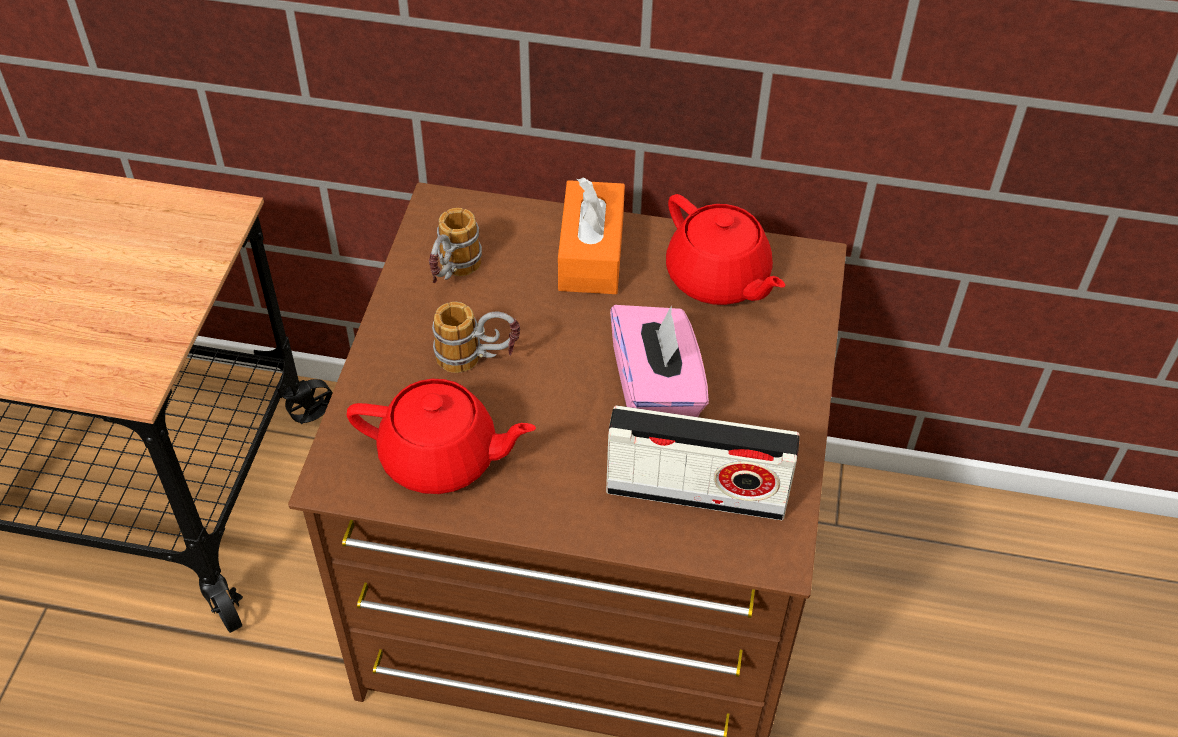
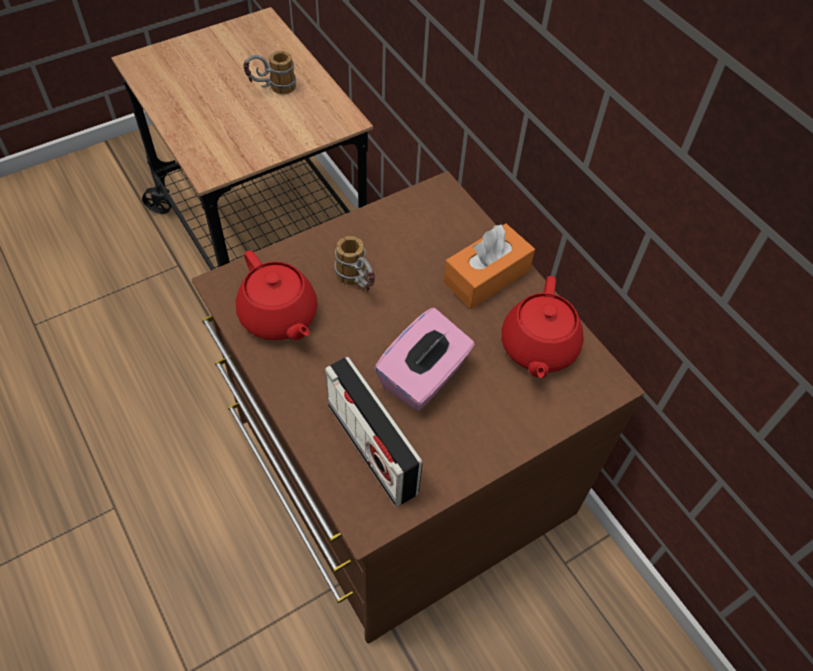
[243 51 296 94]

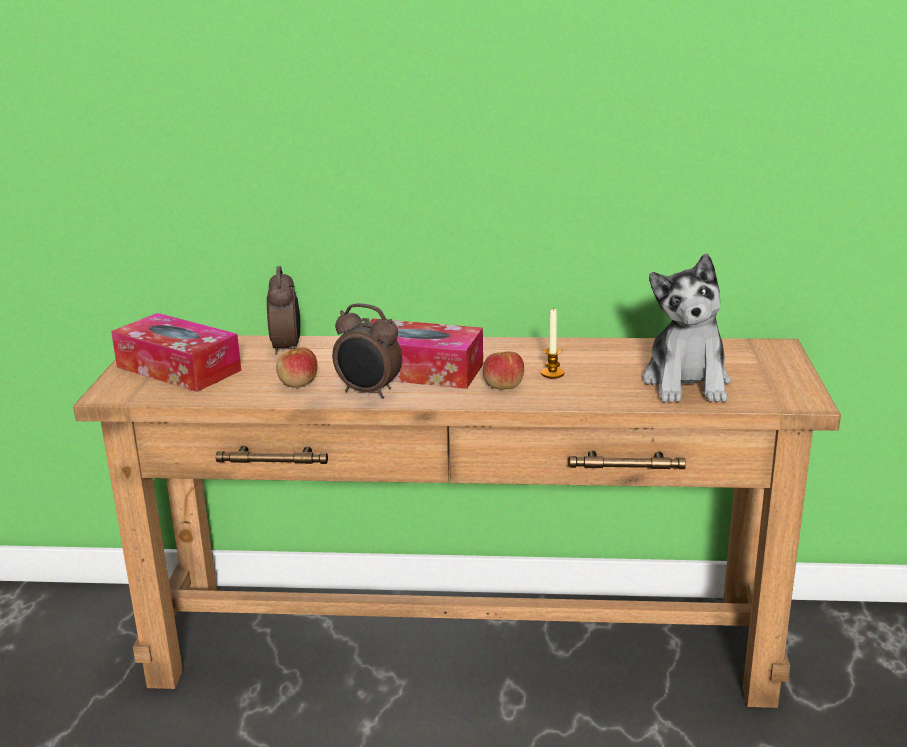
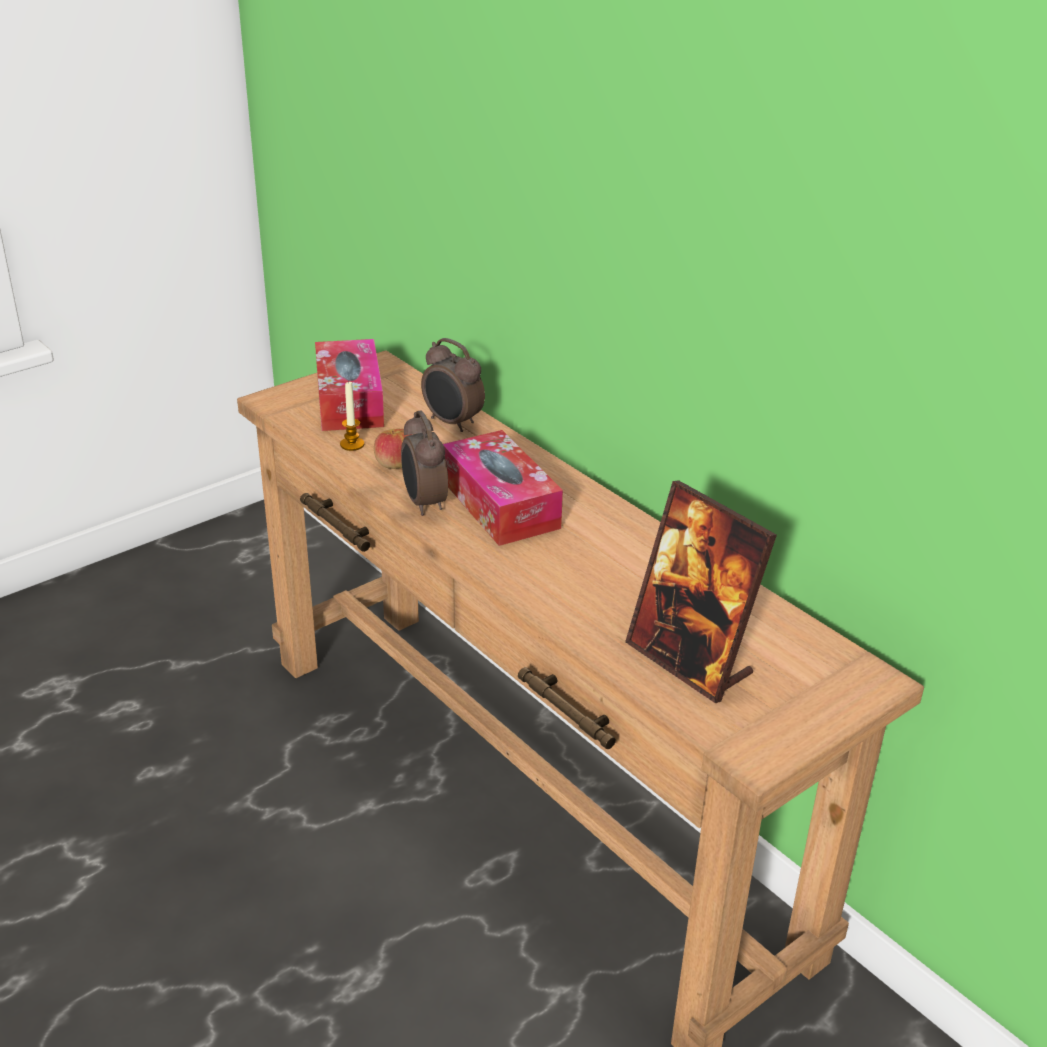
[340 380 364 451]
[421 338 485 432]
[625 480 777 703]
[483 351 524 389] (first image)

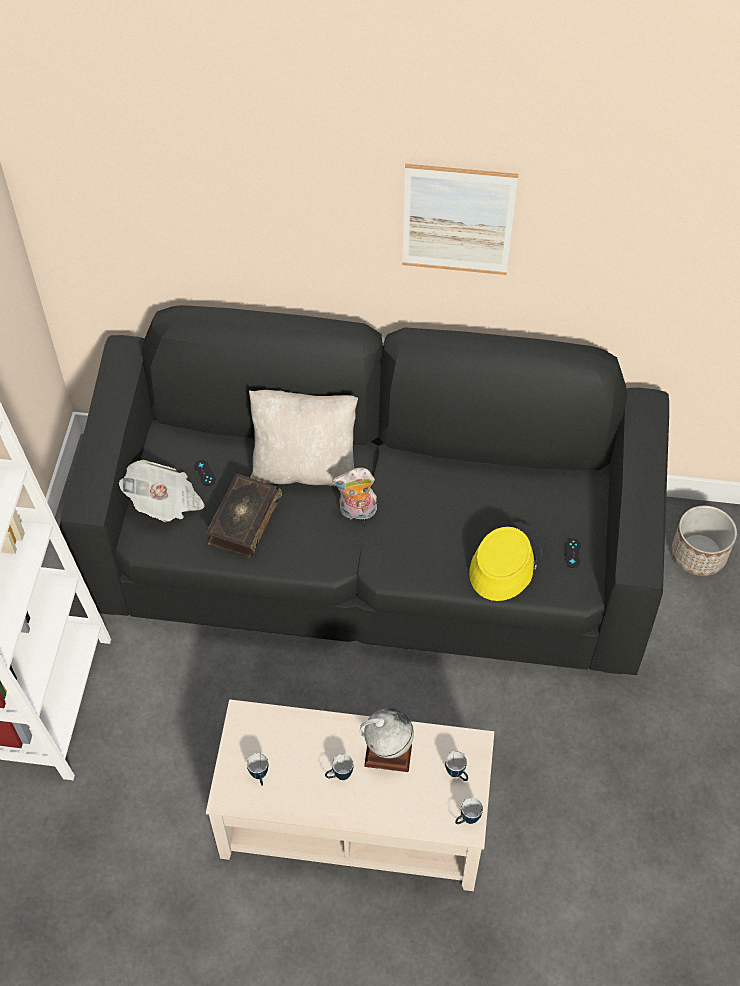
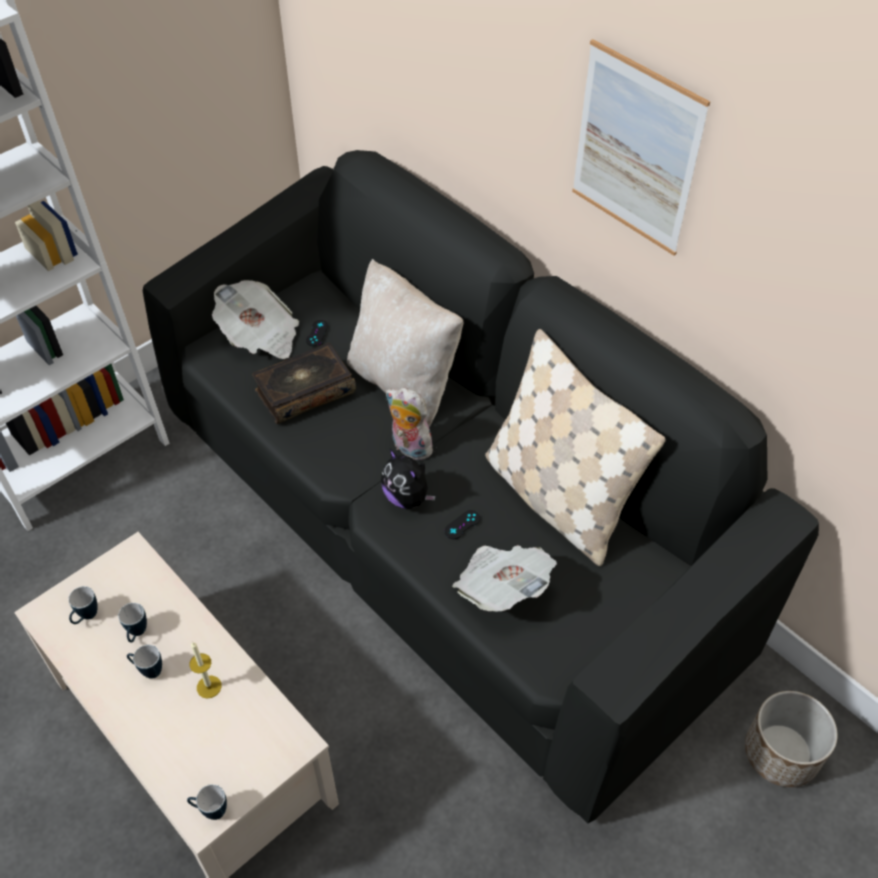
[118 603 147 643]
[190 642 222 698]
[381 449 436 509]
[444 510 480 539]
[452 545 557 612]
[485 329 666 566]

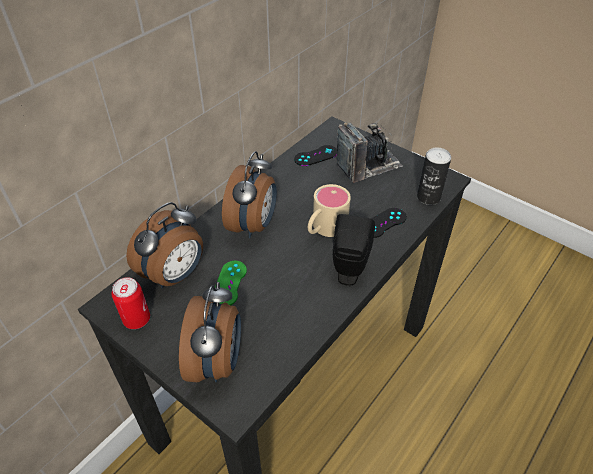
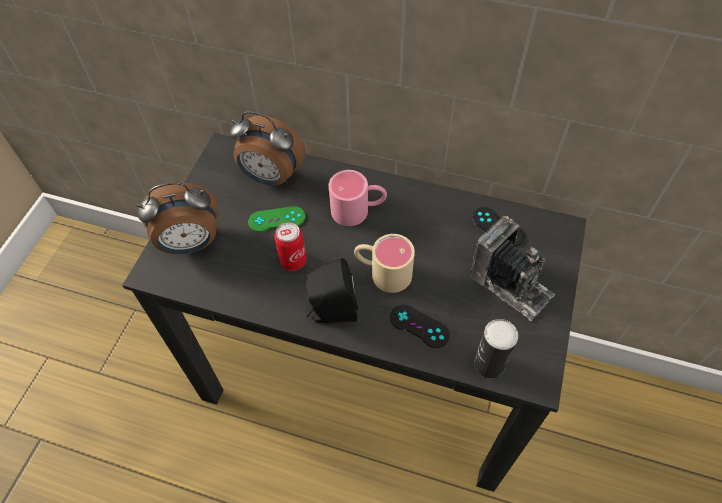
[274 222 306 271]
[329 170 387 226]

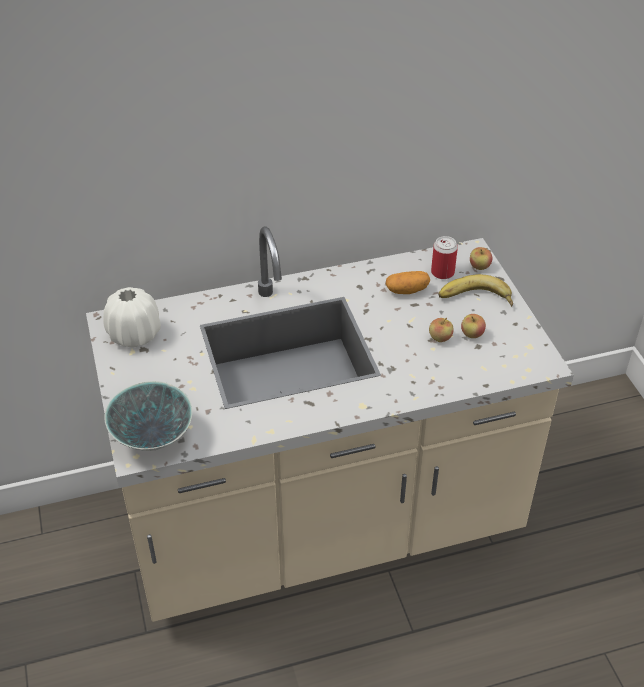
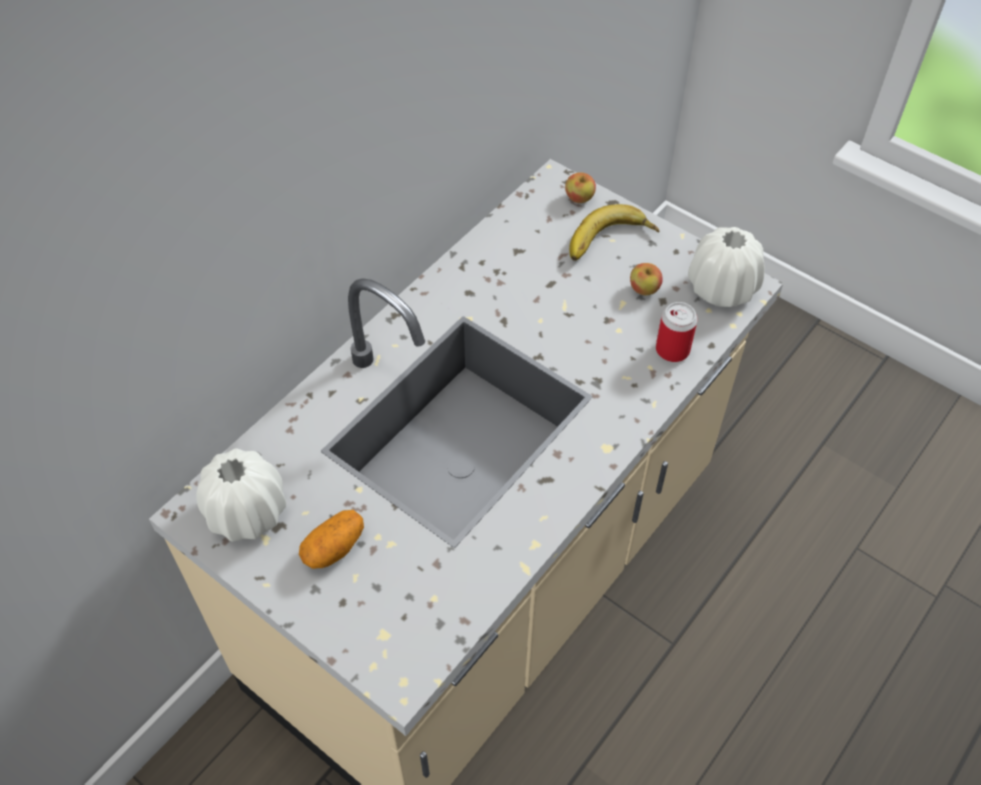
[299 510 364 569]
[656 302 698 362]
[688 227 765 307]
[104 381 192 451] (first image)
[429 317 454 342] (first image)

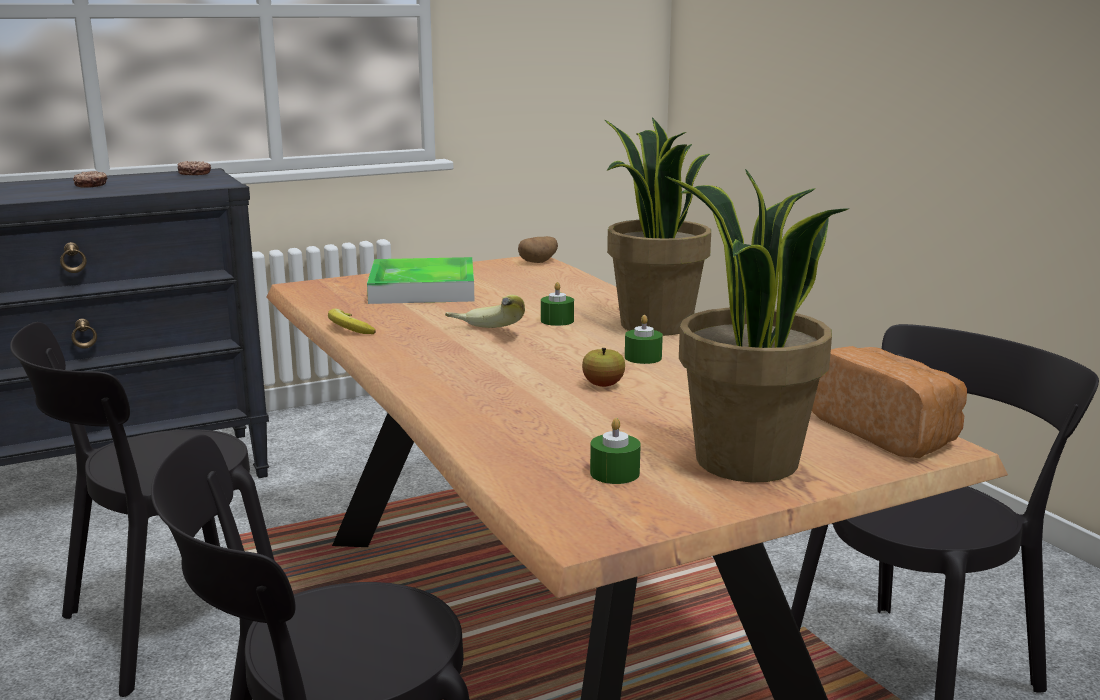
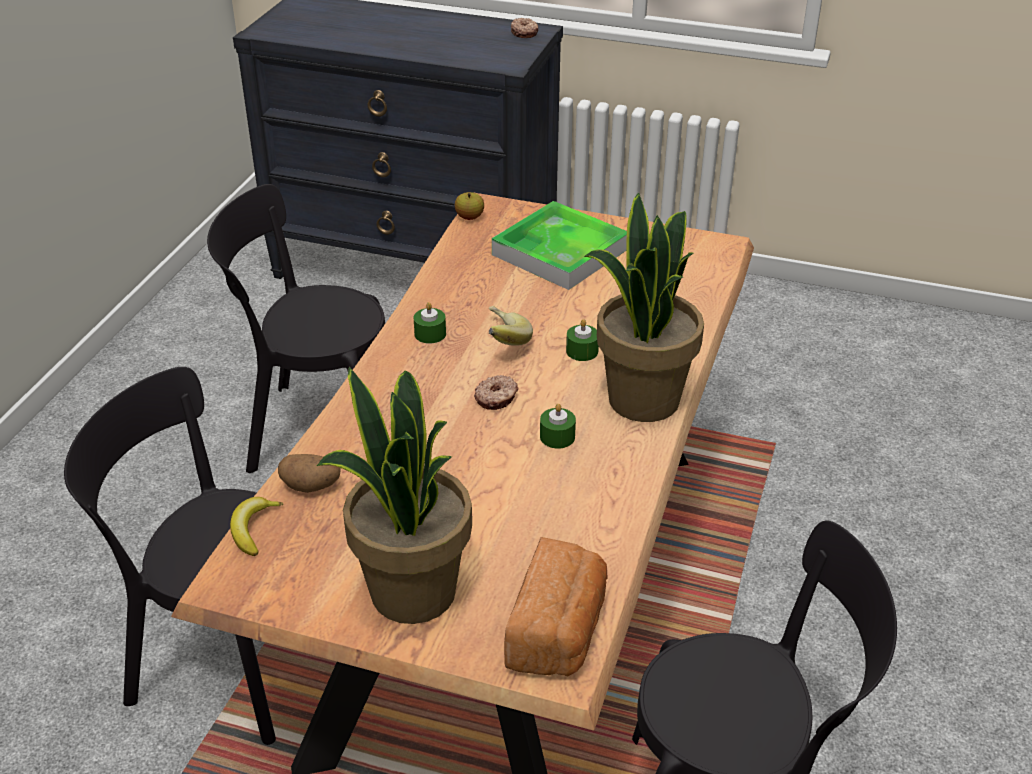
[230 497 283 556]
[278 454 341 493]
[414 302 446 344]
[455 192 484 220]
[474 375 518 410]

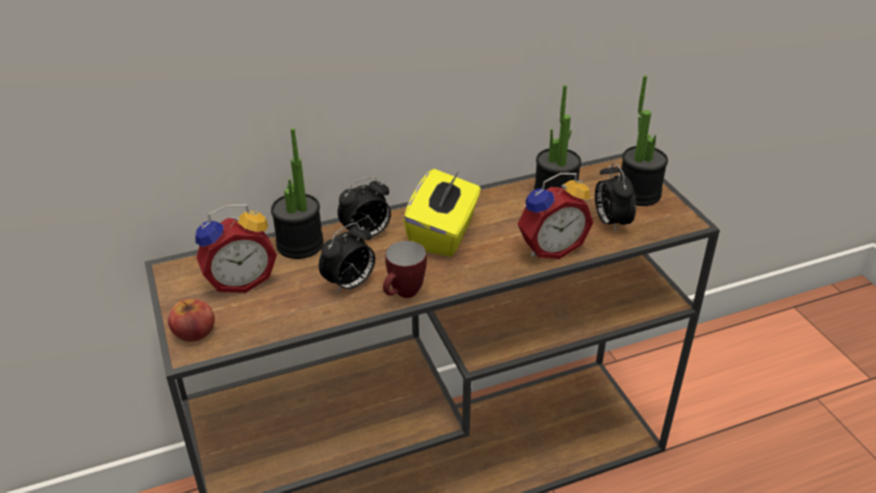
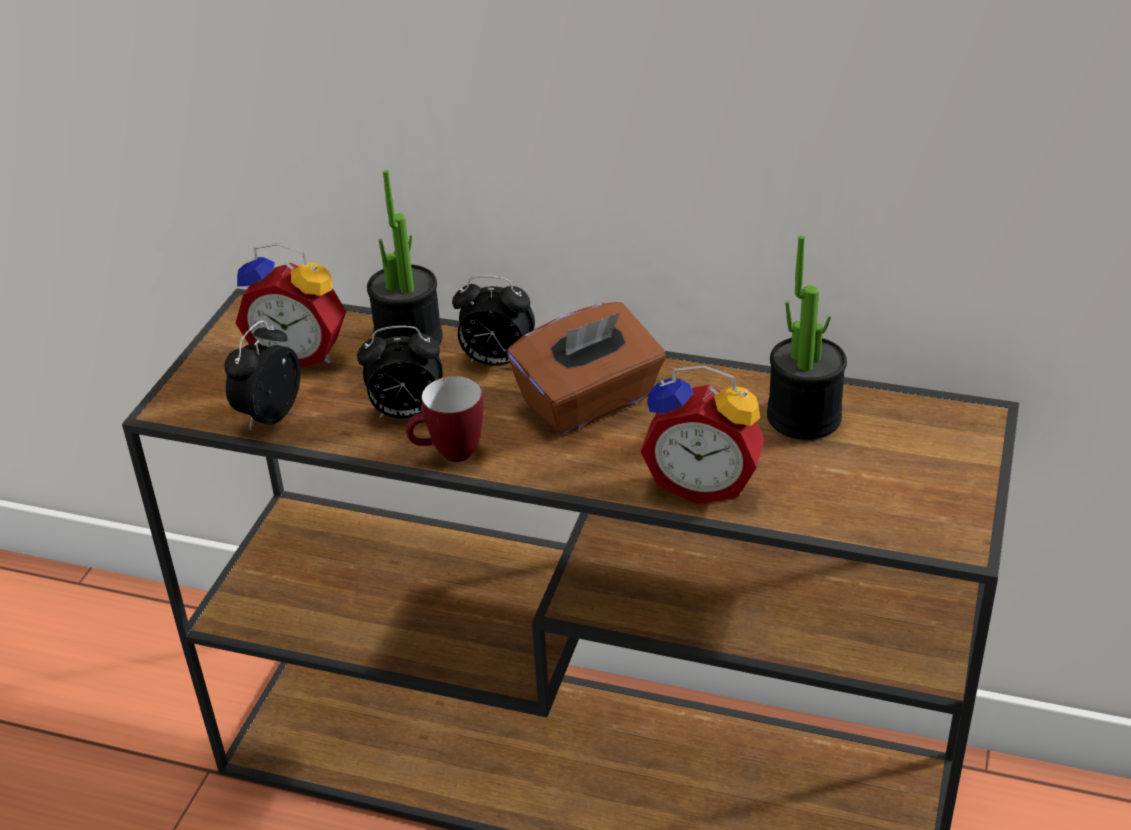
[224 320 301 431]
[507 302 666 434]
[168 299 215 342] (first image)
[620 75 668 206] (first image)

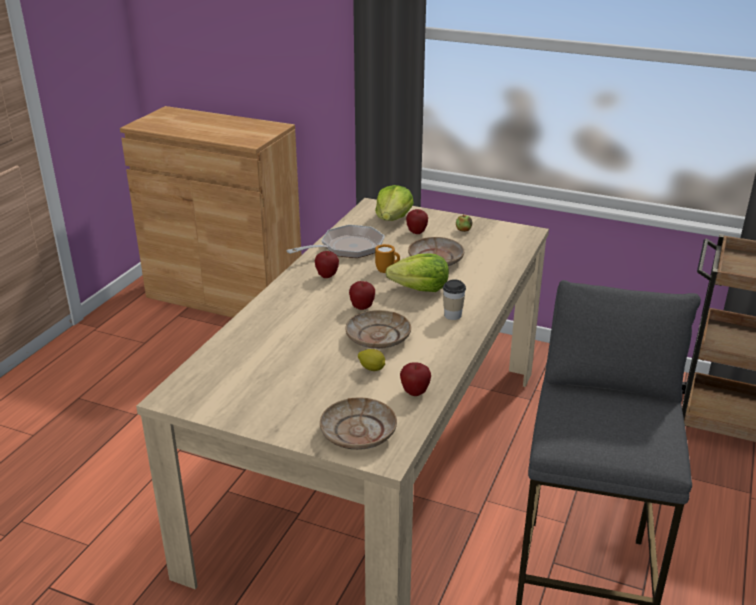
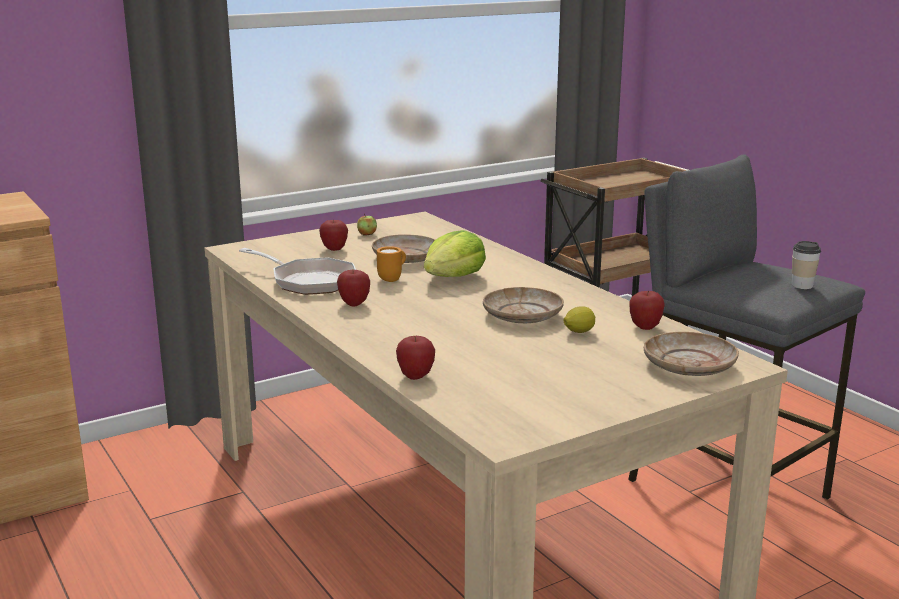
[239 248 356 295]
[396 336 435 380]
[792 241 821 289]
[375 185 414 221] (first image)

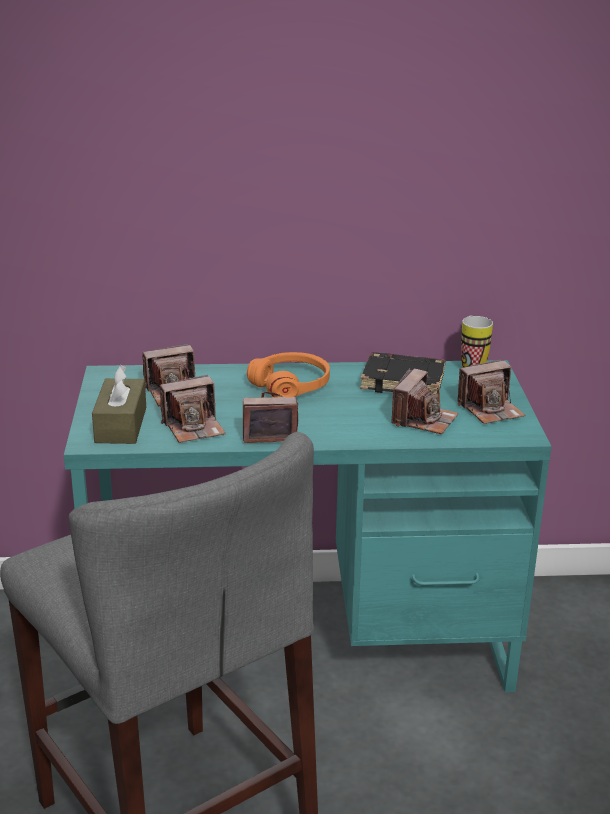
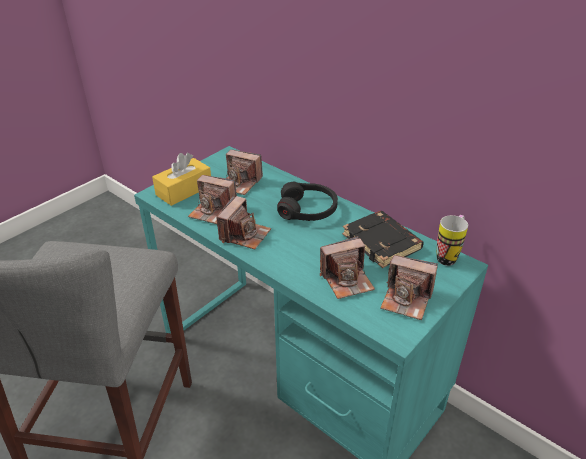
[152 153 211 206]
[216 196 271 249]
[277 182 338 221]

